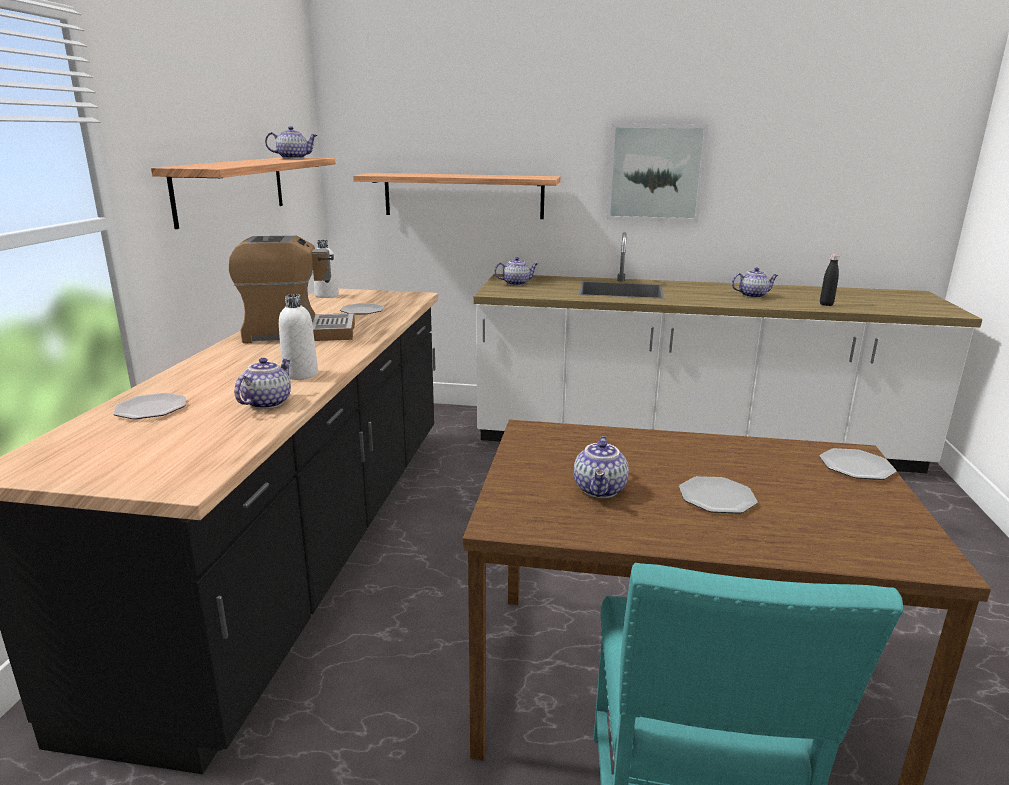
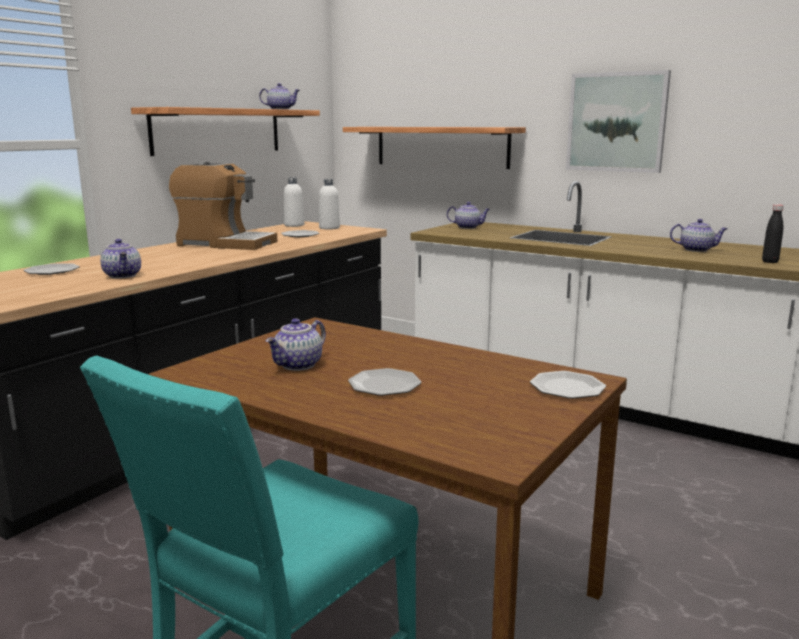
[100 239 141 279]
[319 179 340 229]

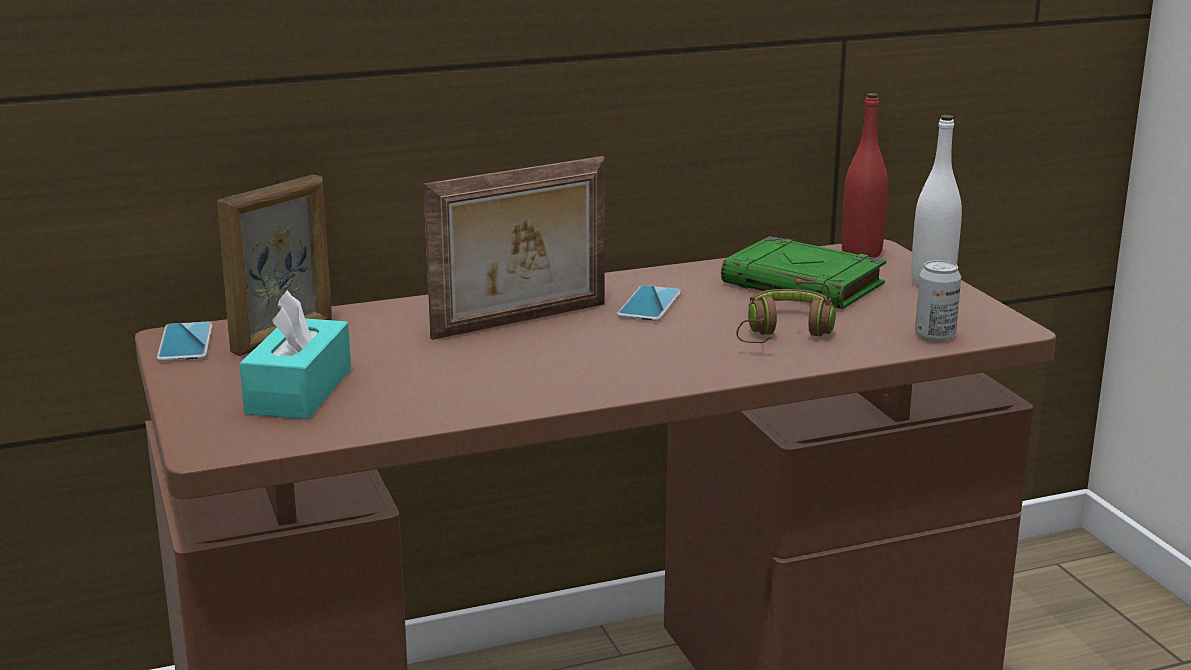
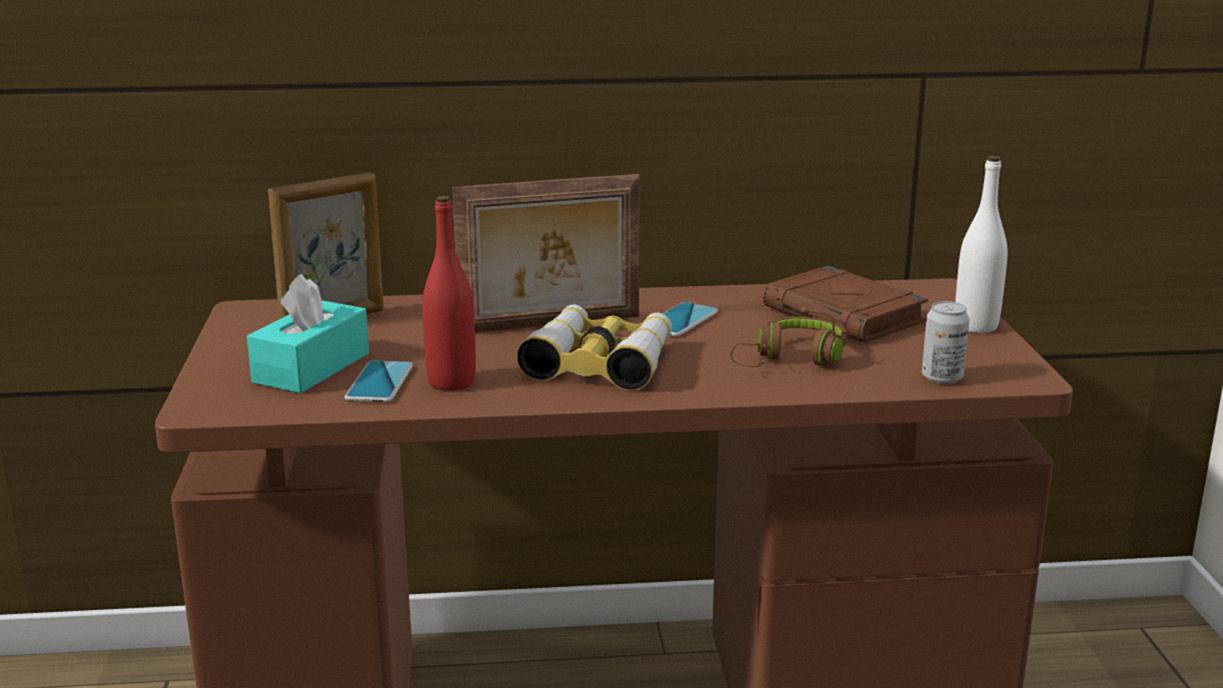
[344 360 413 402]
[422 196 476 391]
[517 305 672 391]
[763 266 928 343]

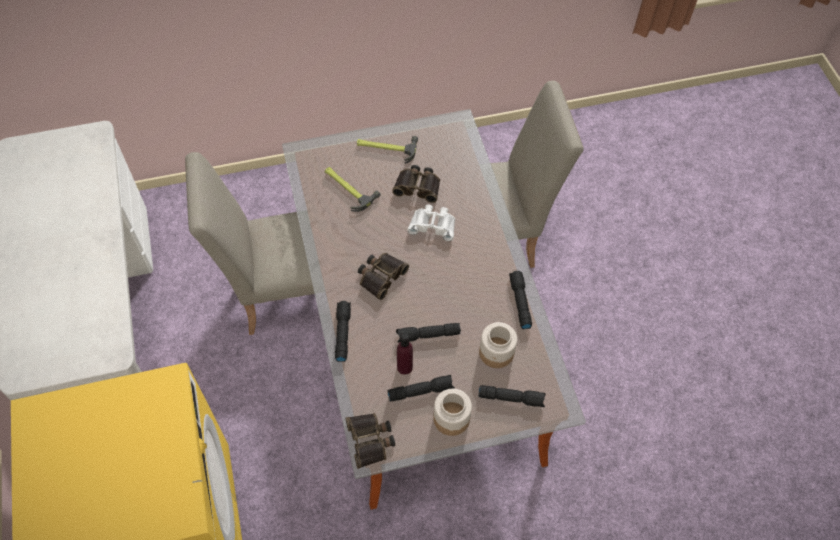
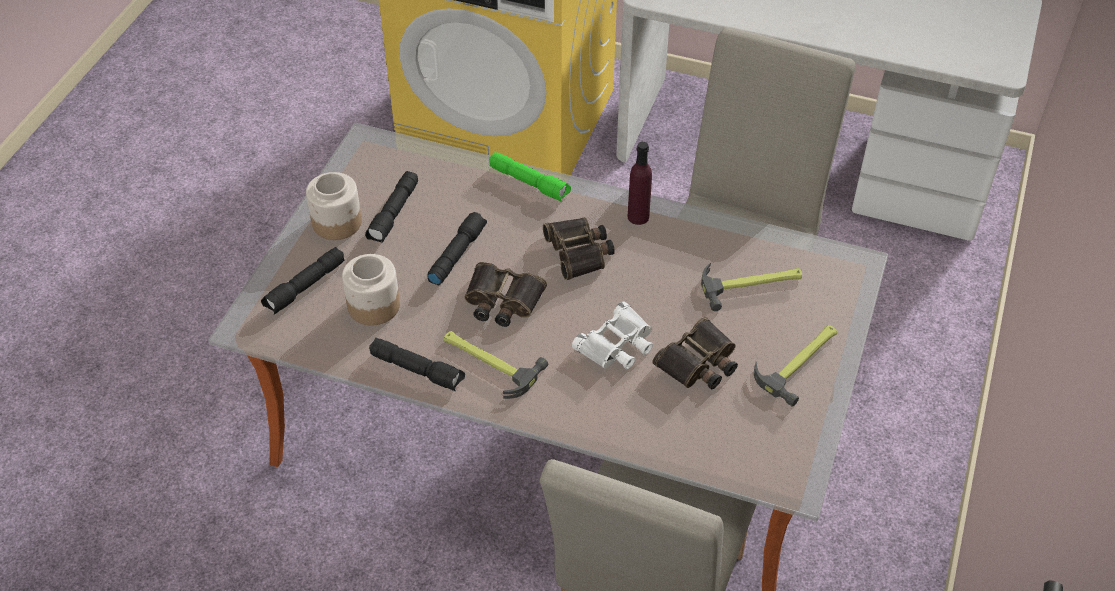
[444 331 548 399]
[465 262 547 327]
[489 152 571 202]
[628 142 652 225]

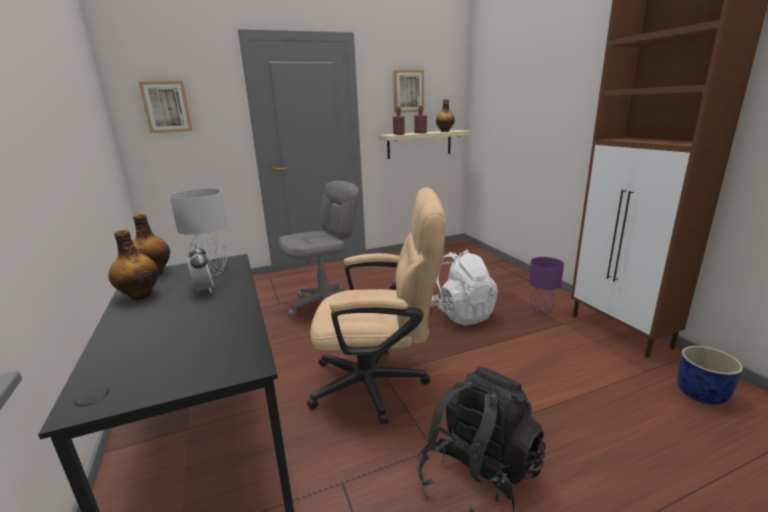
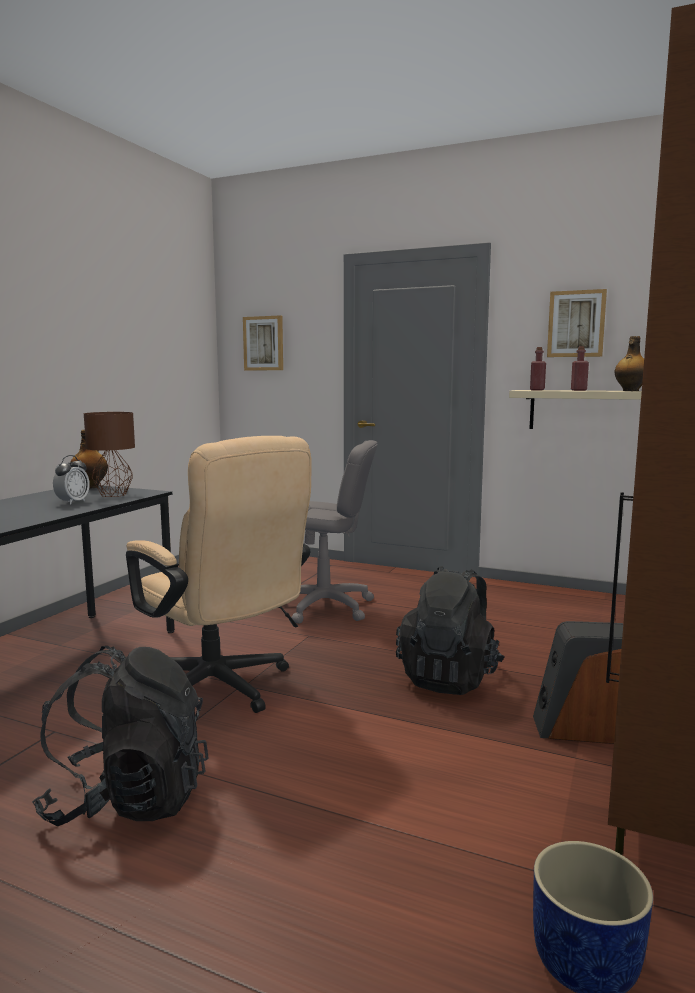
[84 412 135 497]
[396 566 505 695]
[533 621 623 744]
[108 230 159 300] (first image)

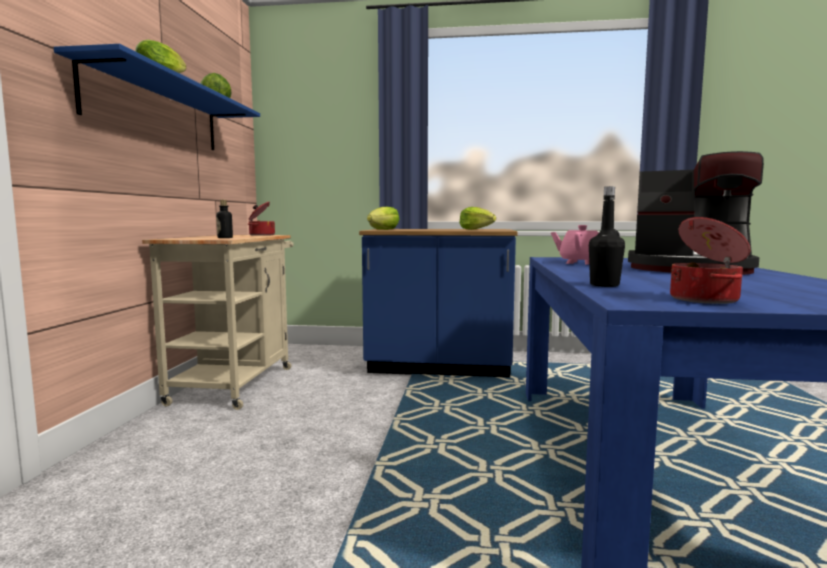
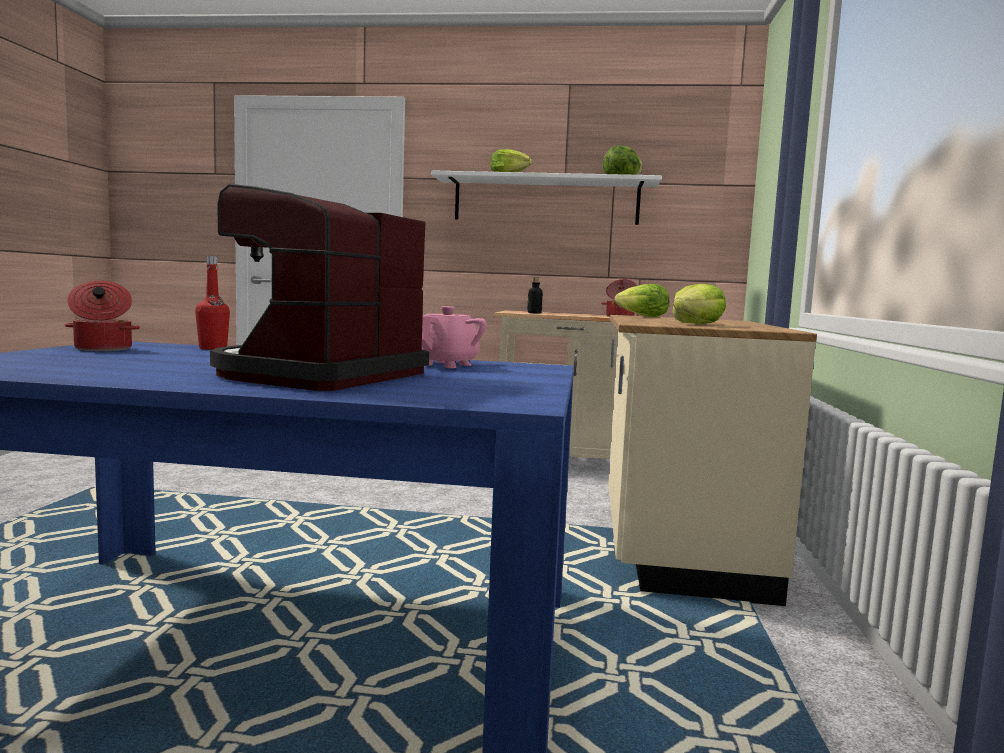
[195 256 230 350]
[431 170 662 225]
[608 315 817 606]

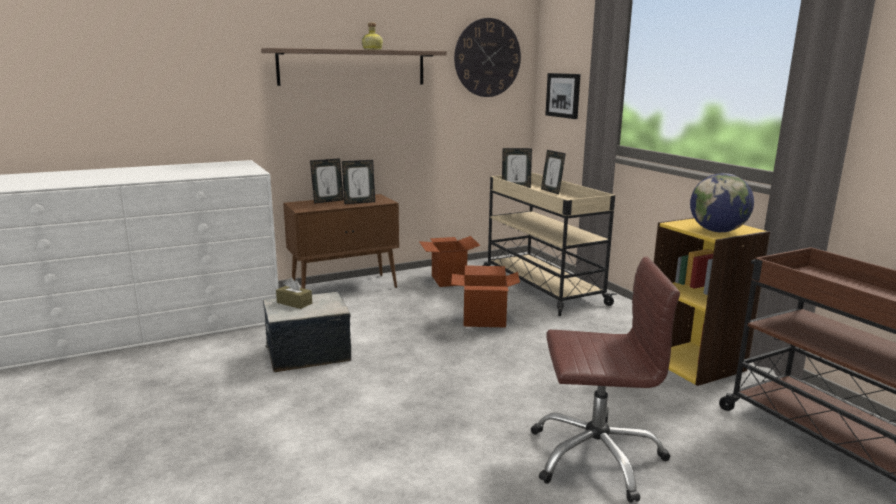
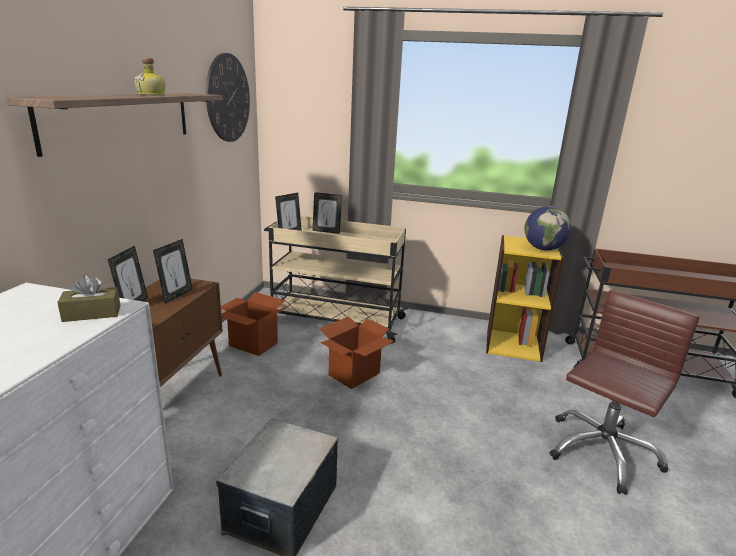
[57 275 120 322]
[545 73 581 119] (first image)

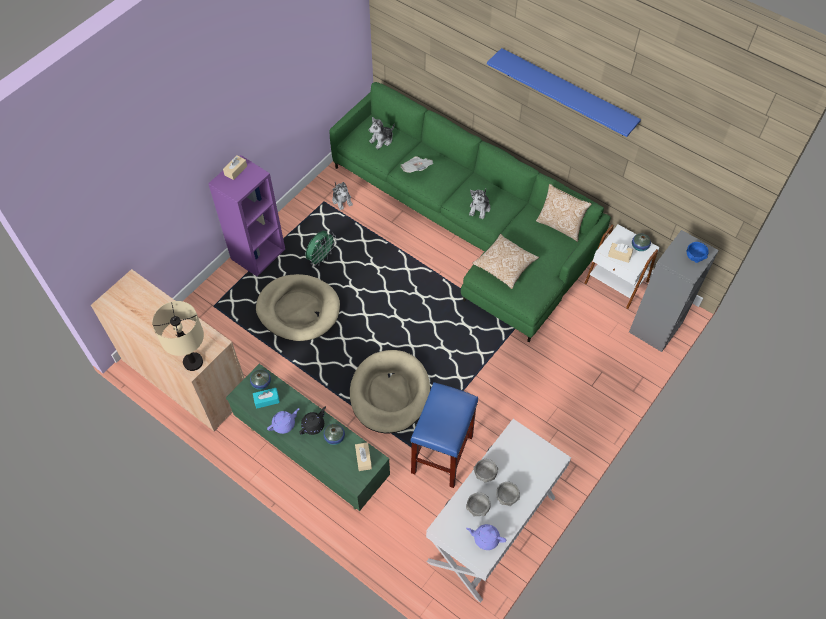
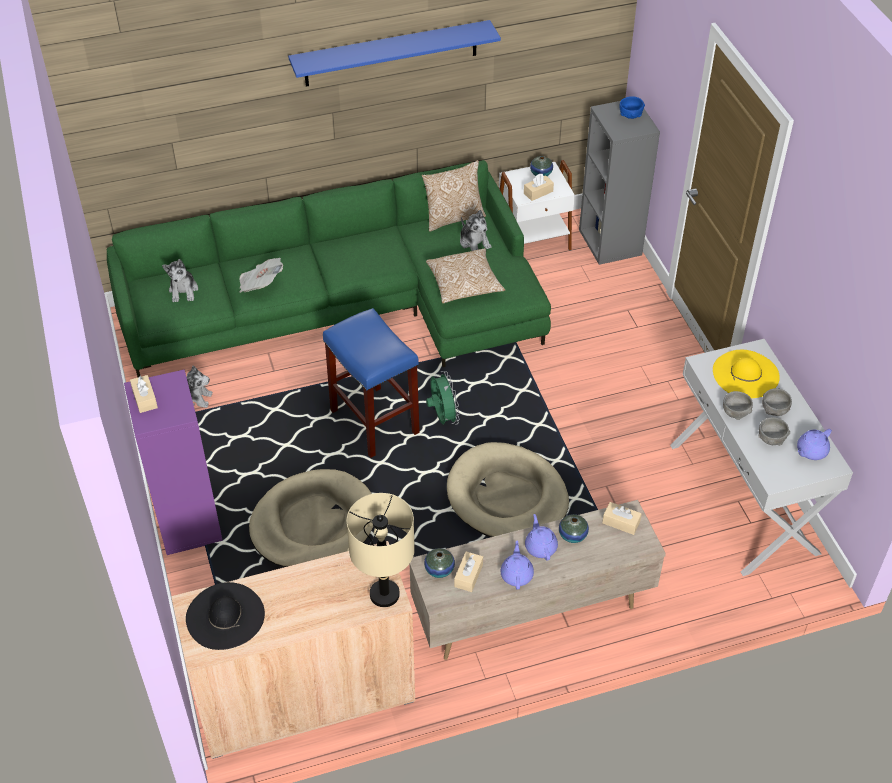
[186 582 265 650]
[323 308 420 458]
[410 500 666 660]
[426 371 460 425]
[454 551 483 592]
[460 210 491 251]
[525 514 558 561]
[713 350 780 398]

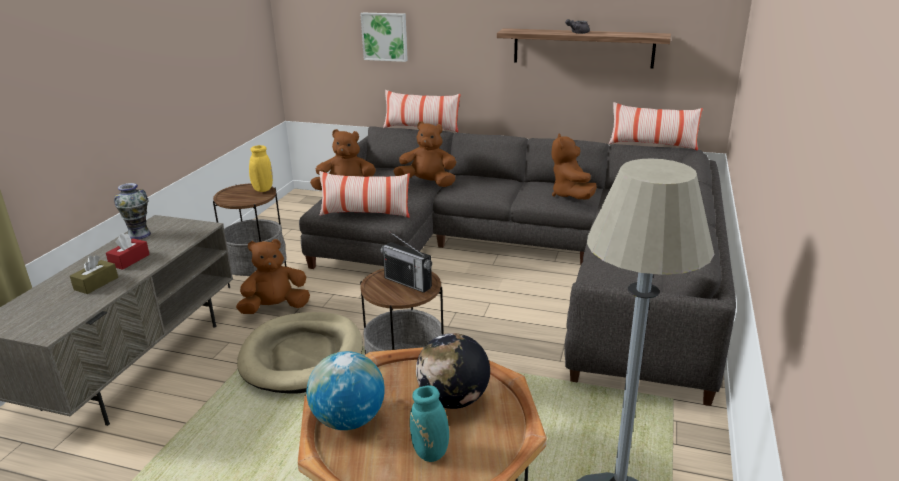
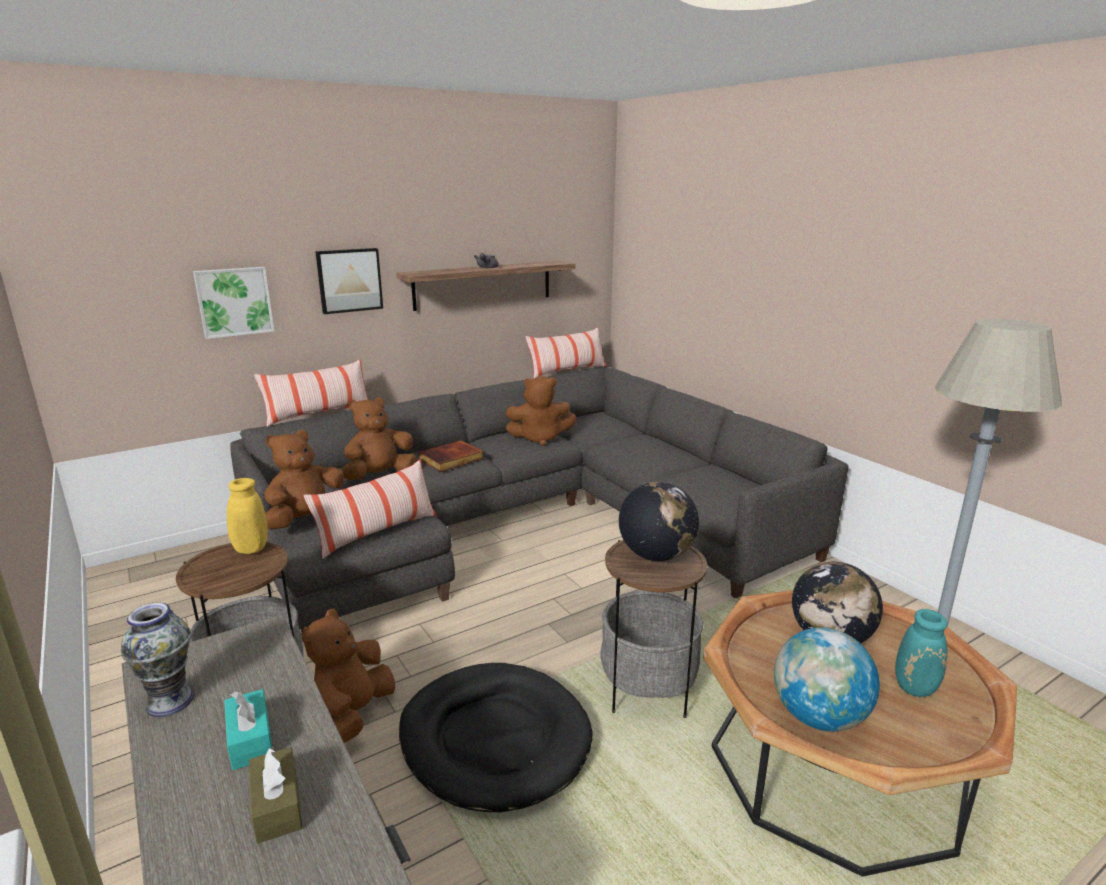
[224 689 272 770]
[315 248 383 314]
[399 663 592 812]
[418 440 484 472]
[506 376 576 446]
[619 481 699 561]

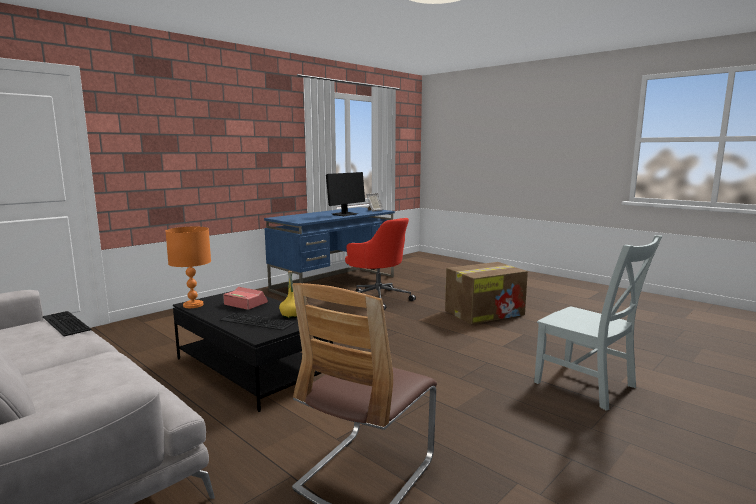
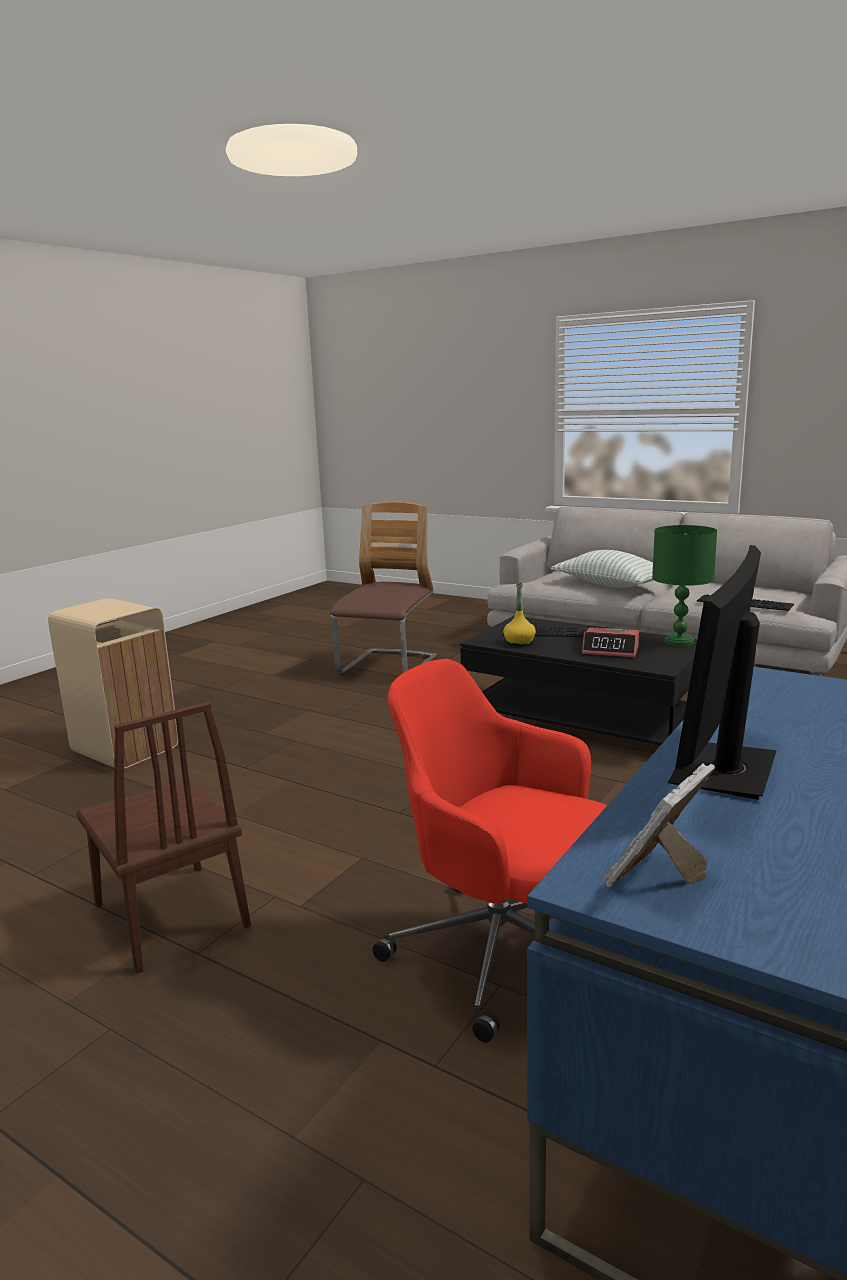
[48 598 178 769]
[76 702 251 974]
[551 550 653 588]
[652 525 717 646]

